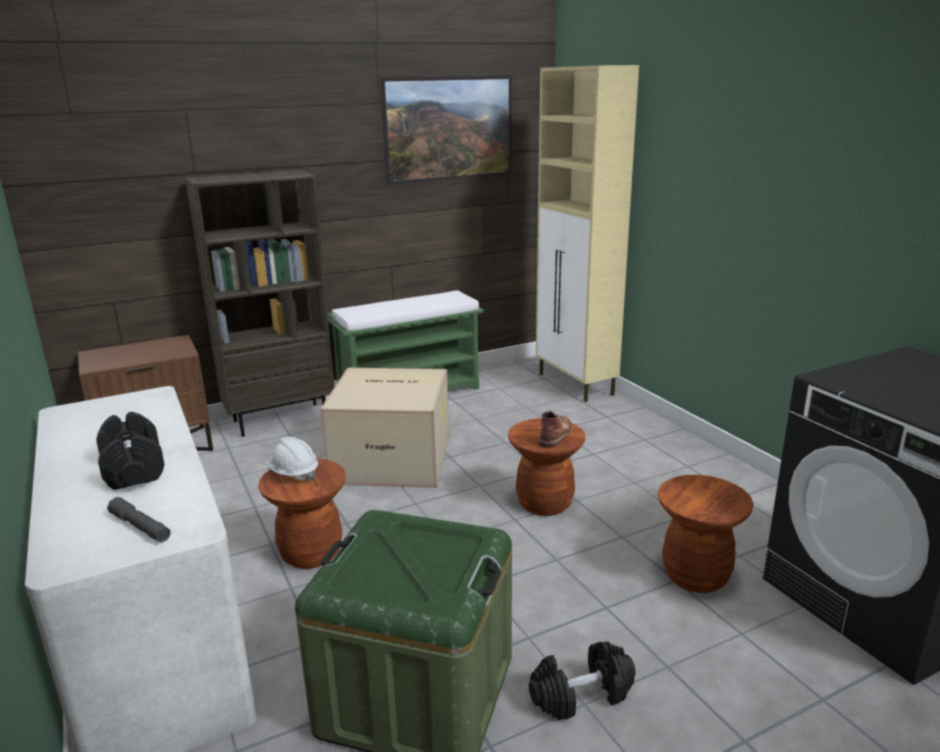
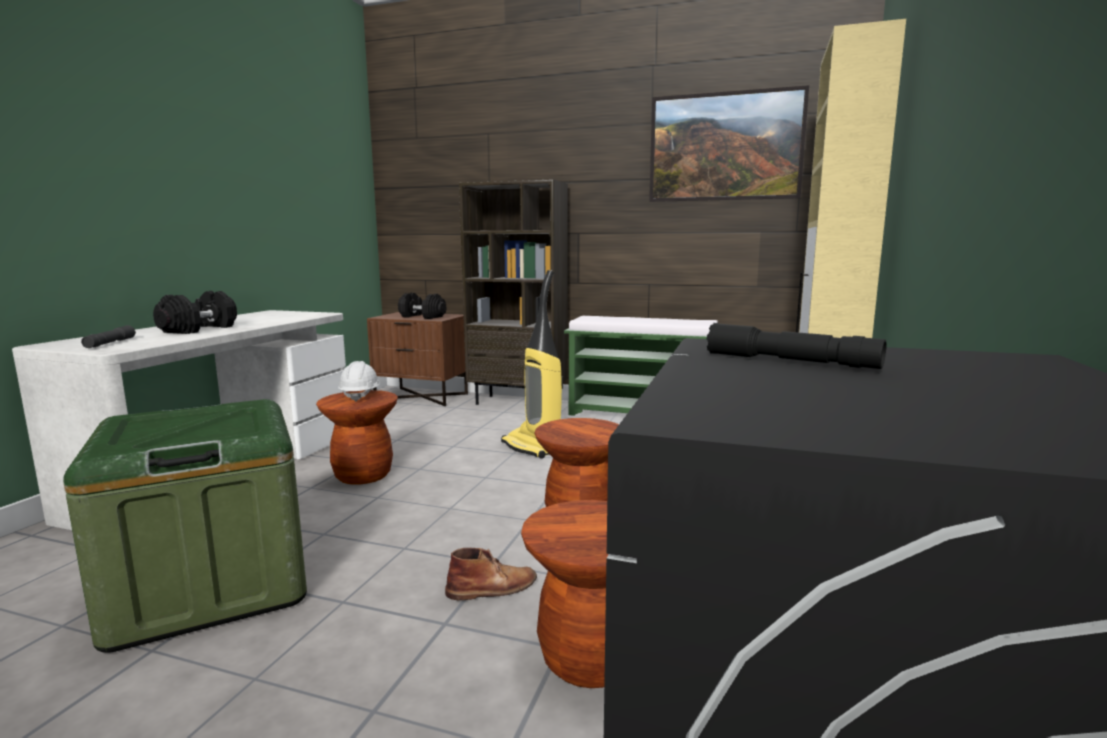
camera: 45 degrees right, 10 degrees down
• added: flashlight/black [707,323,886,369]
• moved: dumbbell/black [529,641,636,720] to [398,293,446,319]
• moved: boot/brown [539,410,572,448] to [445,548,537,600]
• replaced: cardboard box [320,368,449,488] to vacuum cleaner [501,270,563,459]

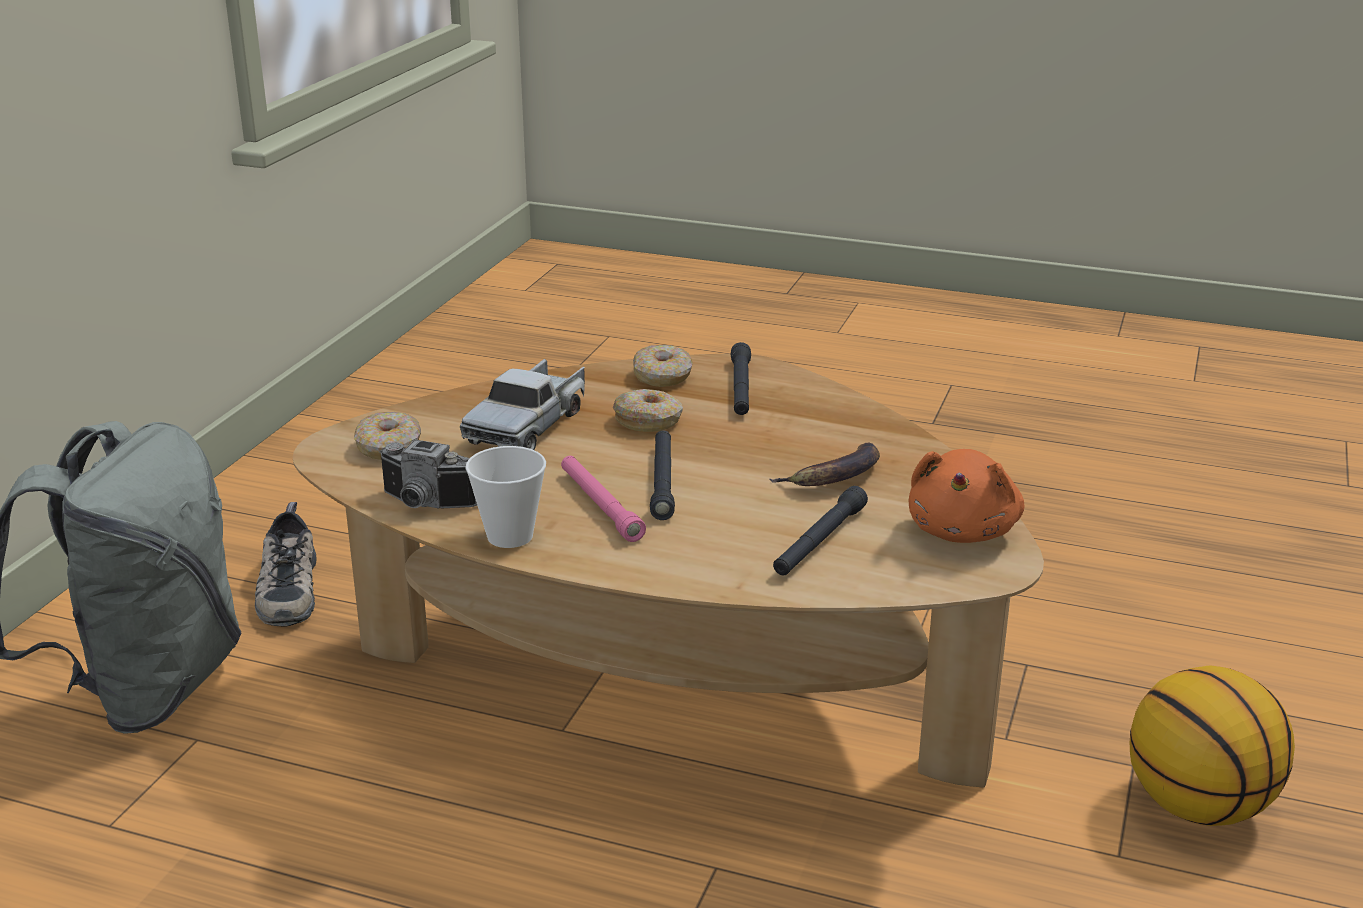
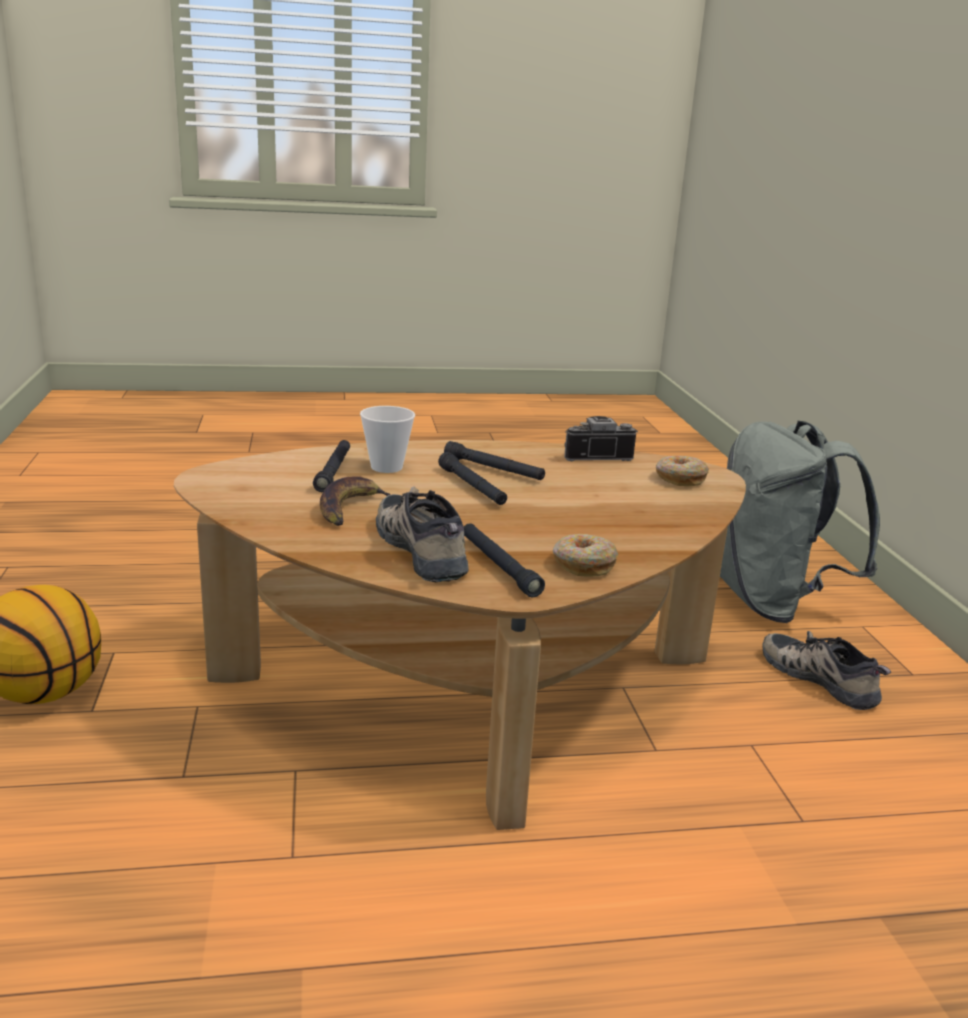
camera: 150 degrees right, 5 degrees down
• removed: toy truck [460,359,585,450]
• removed: donut [613,389,683,432]
• removed: plush toy/orange [909,449,1024,543]
• added: shoe [376,486,469,582]
• moved: cup [465,446,546,548] to [360,406,415,473]
• recoloured: flashlight/pink [561,456,646,542] to flashlight/black [444,441,545,480]

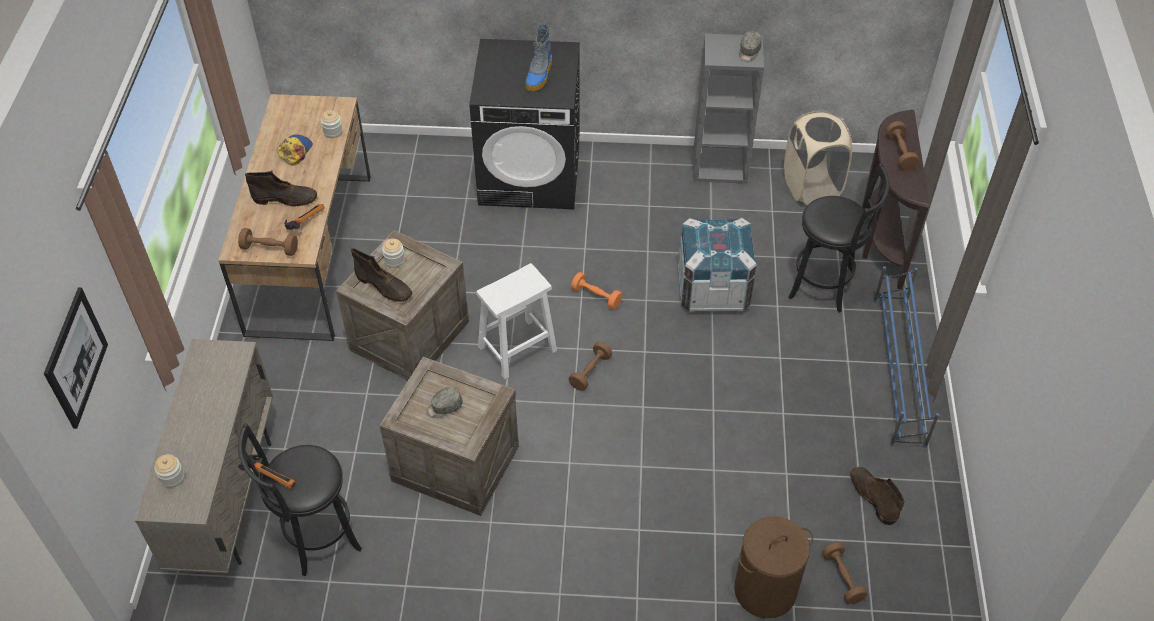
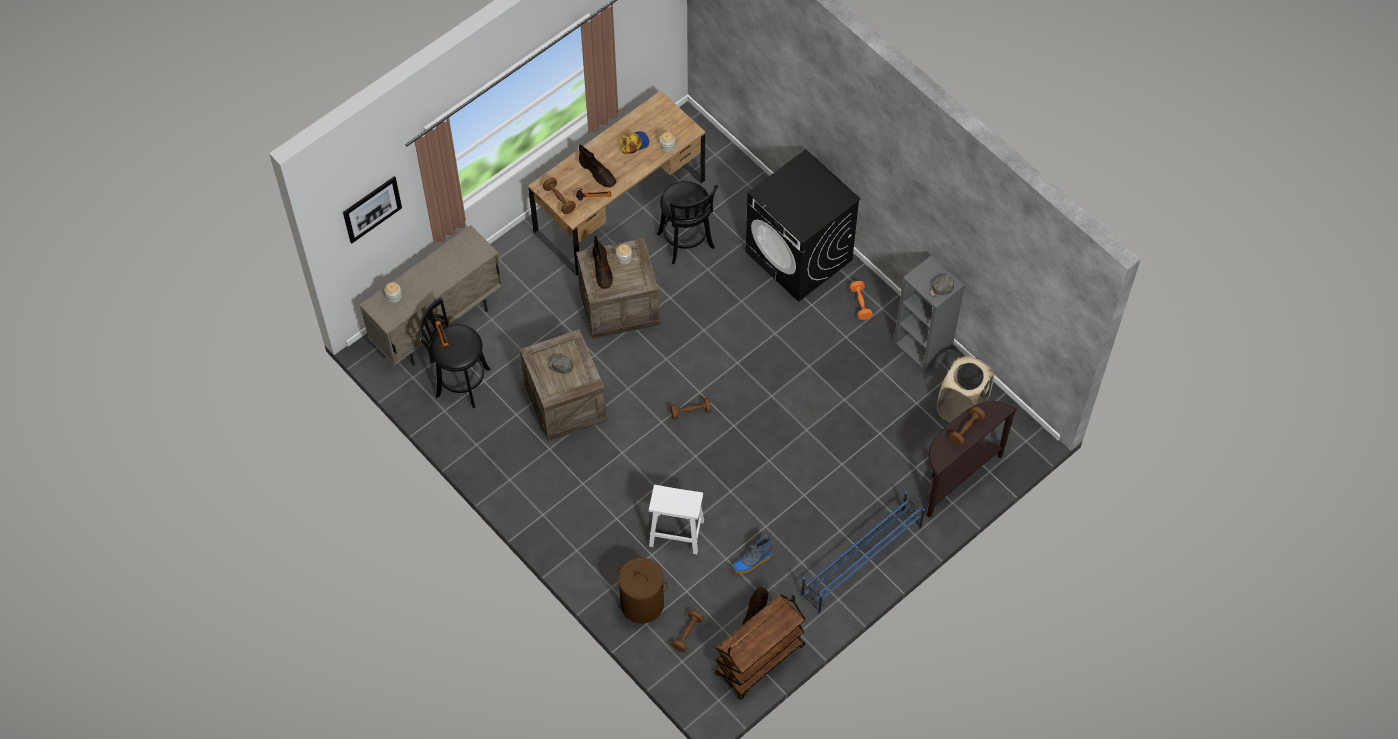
camera: 45 degrees right, 10 degrees up
• removed: crate [678,218,757,312]
• added: cart/brown [715,594,806,700]
• moved: stool/white [476,263,557,379] to [649,485,704,554]
• moved: boot [526,24,552,92] to [732,534,773,574]
• moved: dumbbell/orange [571,272,622,310] to [850,281,873,320]
• moved: stool/black [788,163,890,313] to [657,181,718,264]

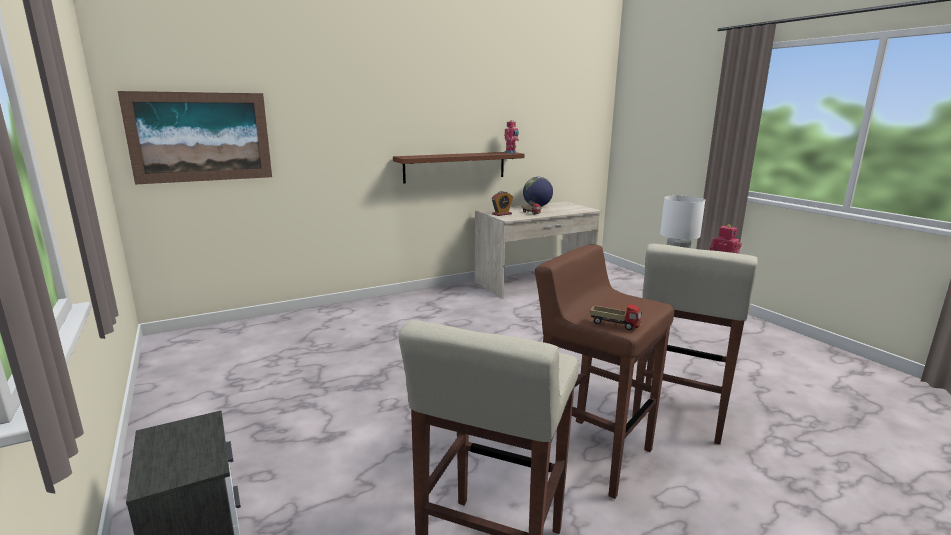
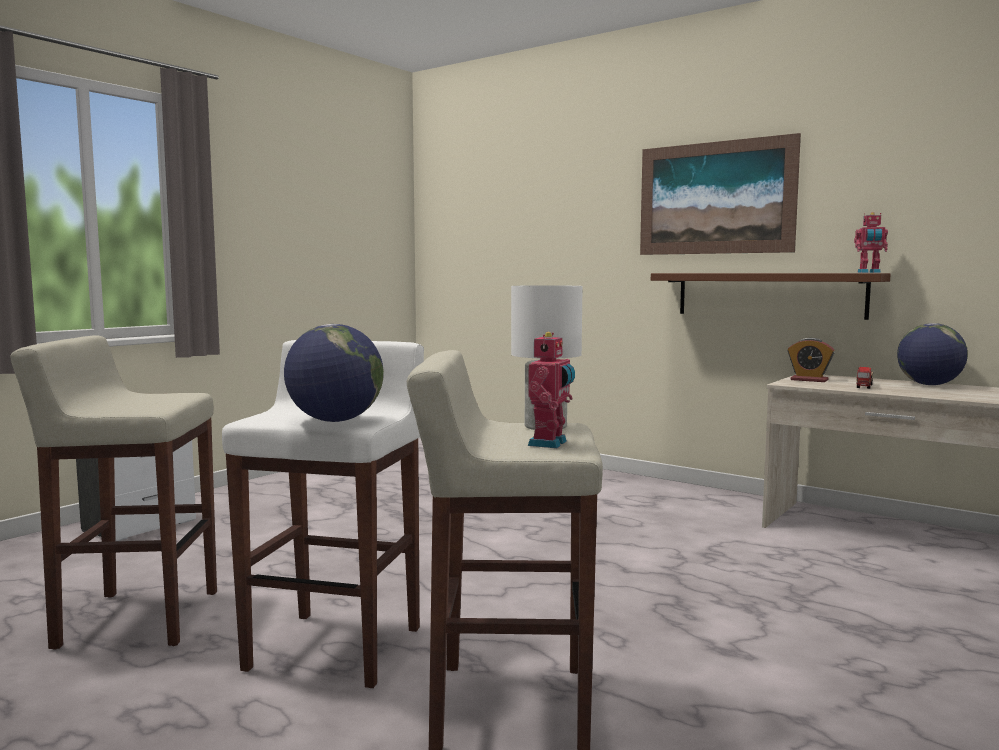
camera: 65 degrees right, 10 degrees down
• removed: toy truck [590,304,642,330]
• added: globe [284,324,384,422]
• moved: picture [118,91,272,185] to [640,133,801,255]
• recoloured: stool/brown [535,245,674,499] to stool/white [222,340,424,688]

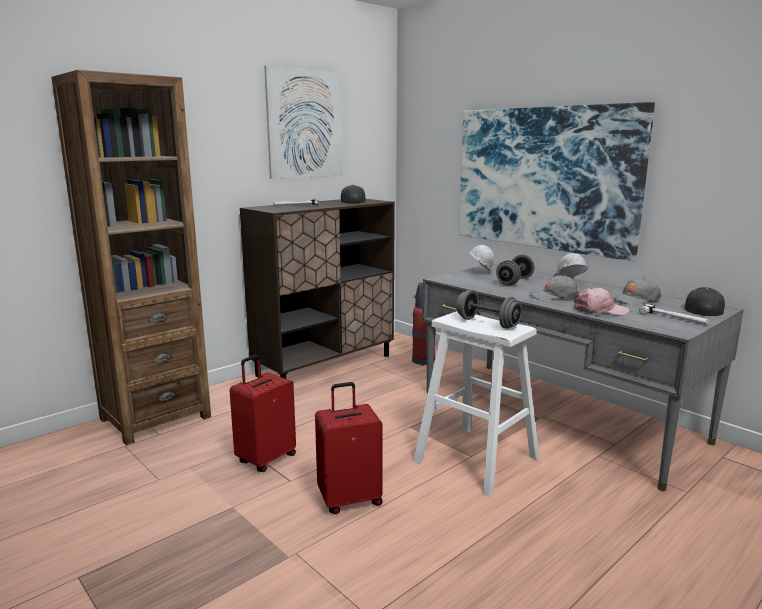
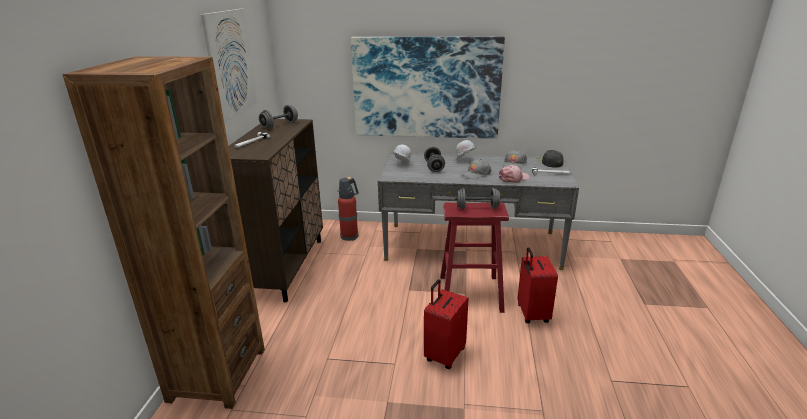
camera: 40 degrees left, 10 degrees up
• moved: suitcase/red [230,355,296,472] to [518,247,558,323]
• replaced: cap/black [340,185,365,203] to dumbbell/grey [259,105,298,129]
• recoloured: stool/white [413,311,539,496] to stool/red [440,202,509,313]

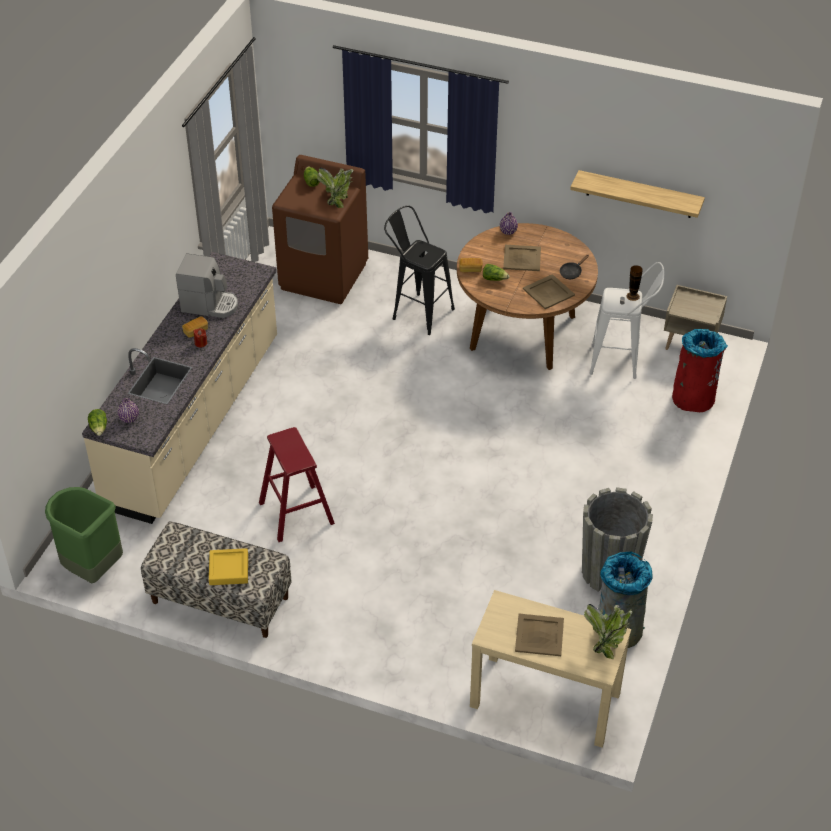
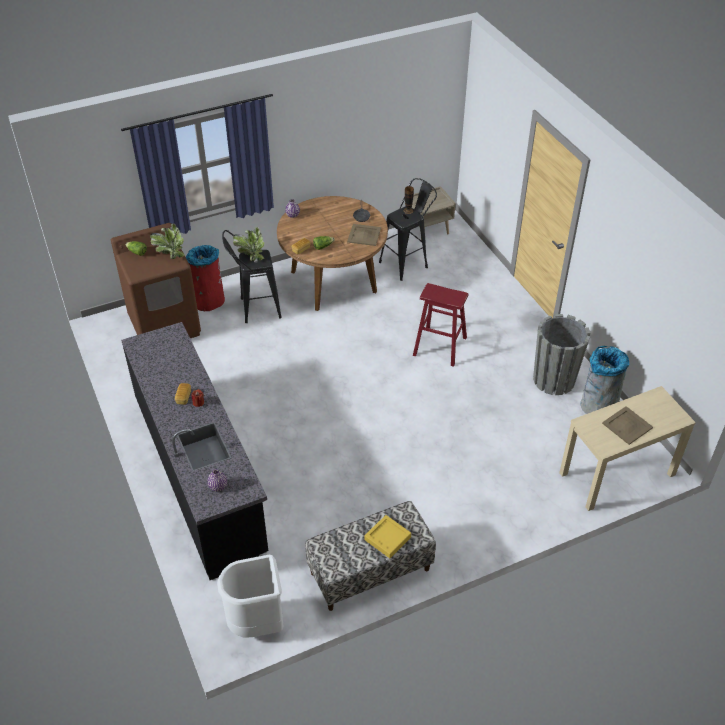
camera: 45 degrees left, 0 degrees up
• removed: lettuce [88,409,107,436]
• removed: coffee machine [176,253,238,318]
• removed: tray/beige [503,245,541,271]
• removed: shelf [570,170,705,218]
• moved: stool/red [259,427,335,542] to [413,283,468,367]
• moved: potted plant [584,604,632,659] to [233,227,264,261]
• moved: trash can/red [672,329,728,412] to [186,245,225,311]
• recoloured: trash can/green [45,487,123,583] to trash can/white [217,555,284,638]
• recoloured: counter/beige [82,252,277,524] to counter/black [121,322,268,580]
• recoloured: stool/white [590,262,664,379] to stool/black [379,178,437,281]

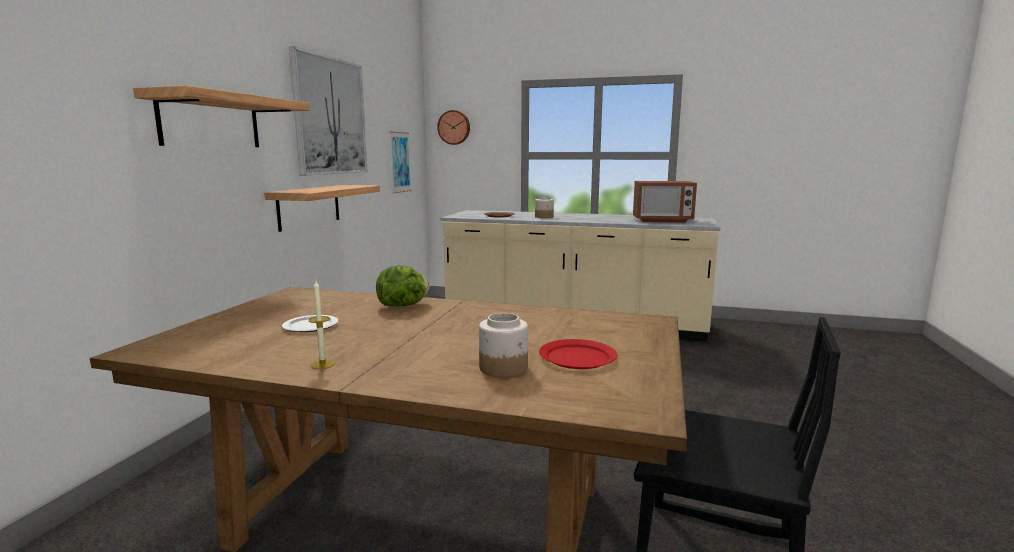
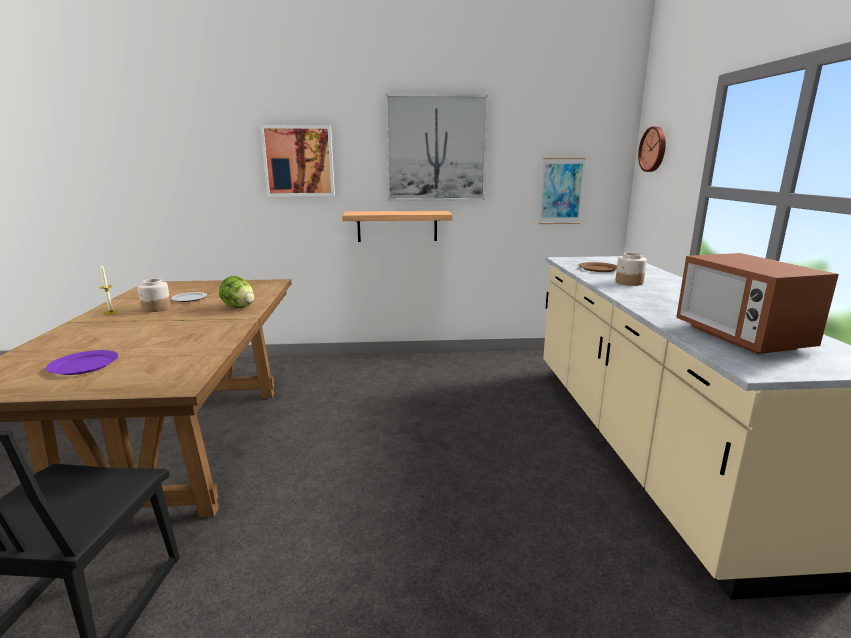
camera: 70 degrees right, 5 degrees up
• moved: jar [479,313,528,377] to [138,279,171,312]
• replaced: shelf [133,86,310,147] to picture [260,125,335,197]
• recoloured: plate/red [539,339,617,369] to plate/purple [46,350,118,375]

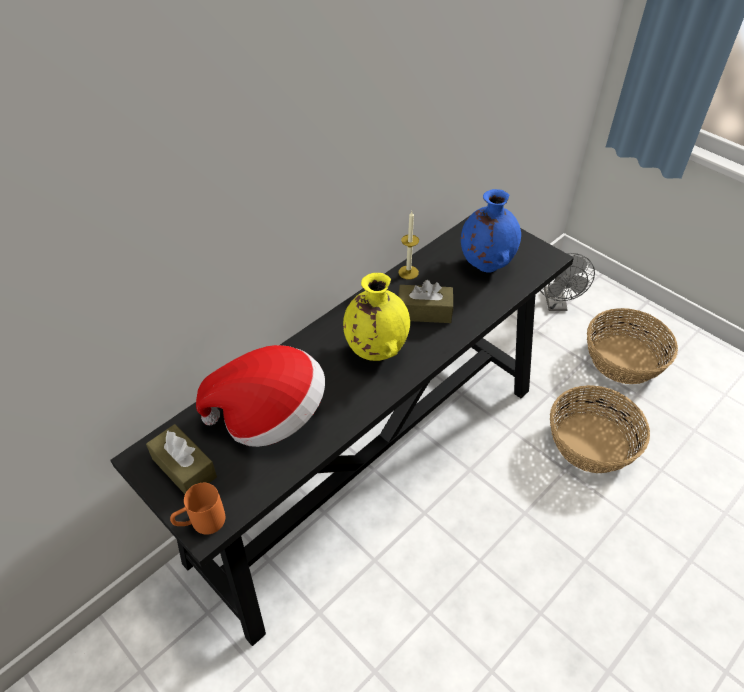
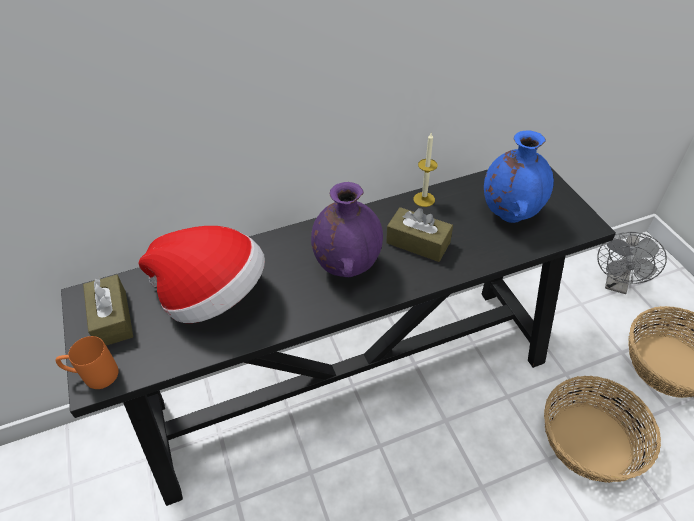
camera: 25 degrees right, 0 degrees up
• recoloured: vase/yellow [343,273,410,361] to vase/purple [311,182,383,277]

